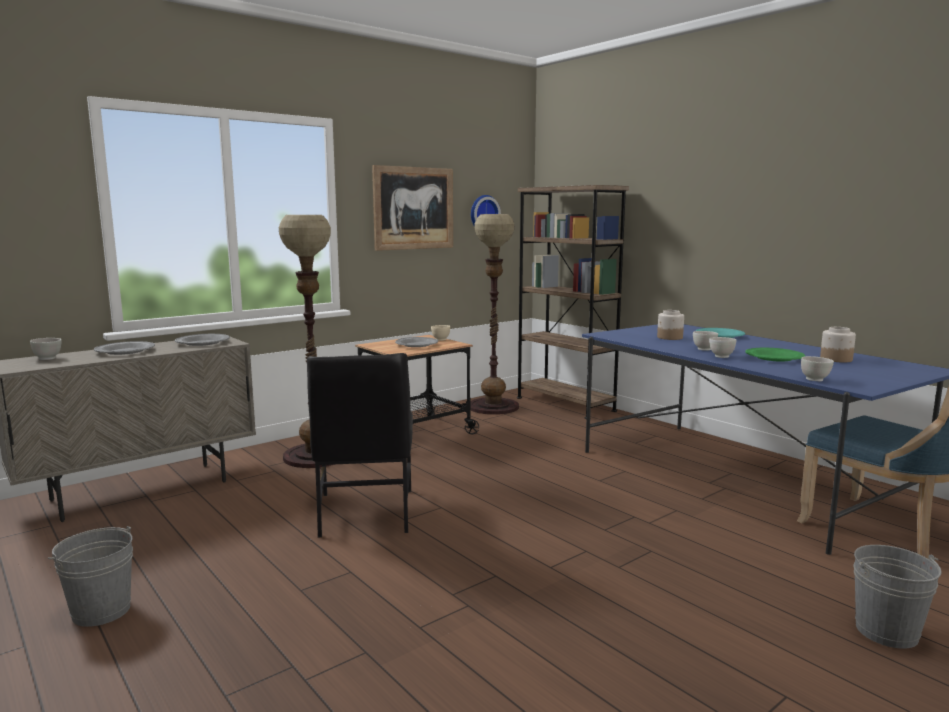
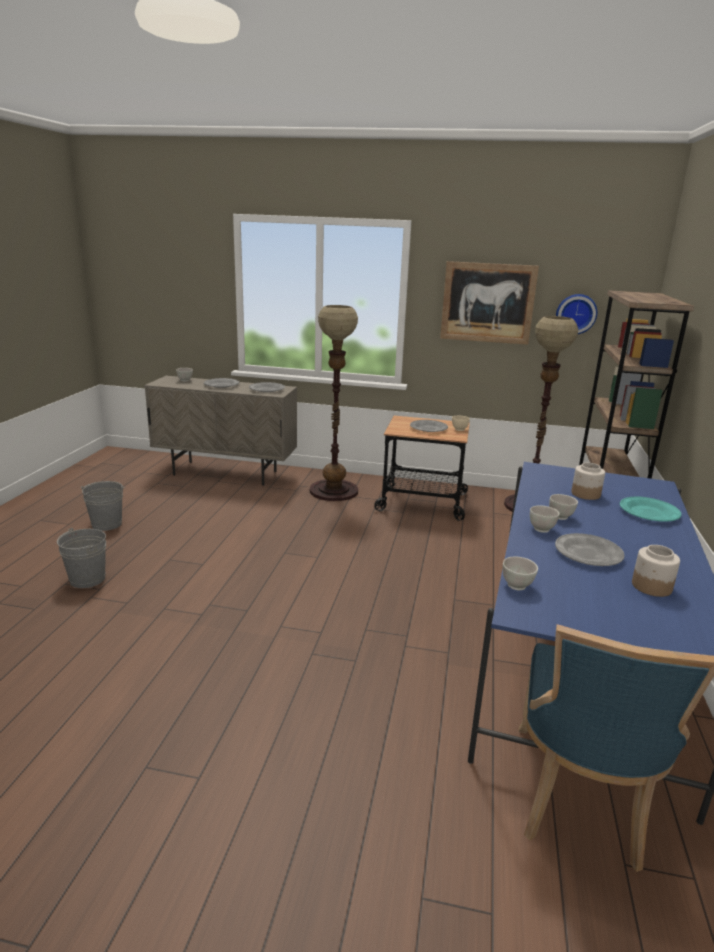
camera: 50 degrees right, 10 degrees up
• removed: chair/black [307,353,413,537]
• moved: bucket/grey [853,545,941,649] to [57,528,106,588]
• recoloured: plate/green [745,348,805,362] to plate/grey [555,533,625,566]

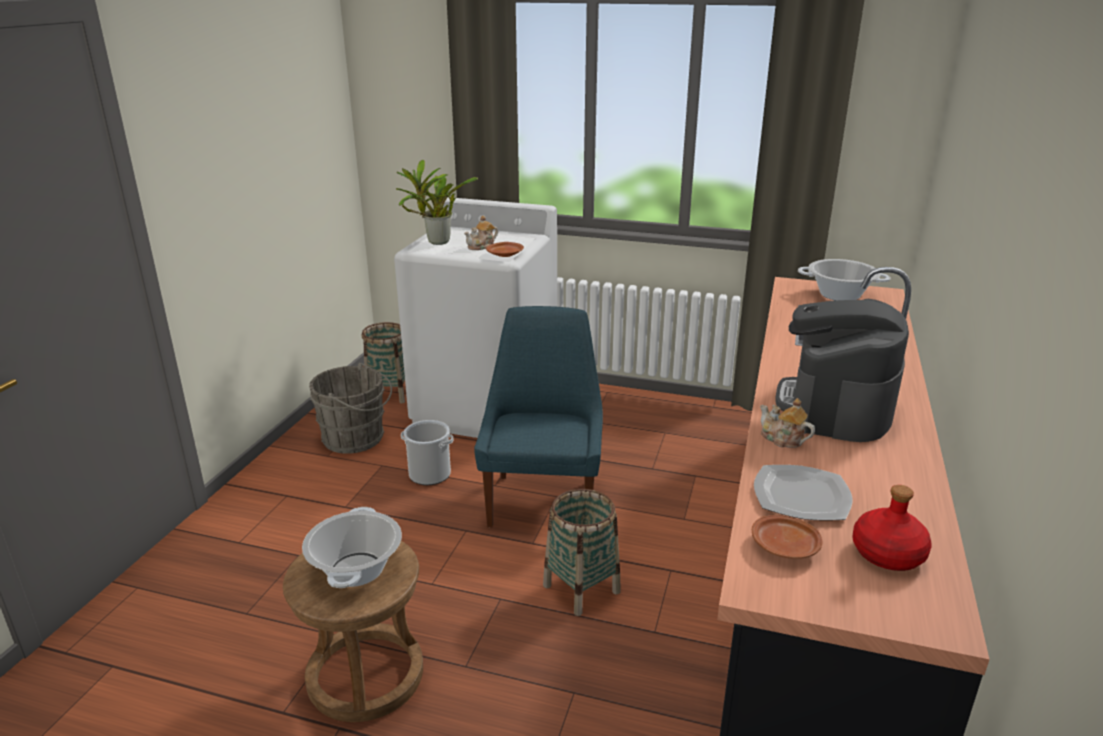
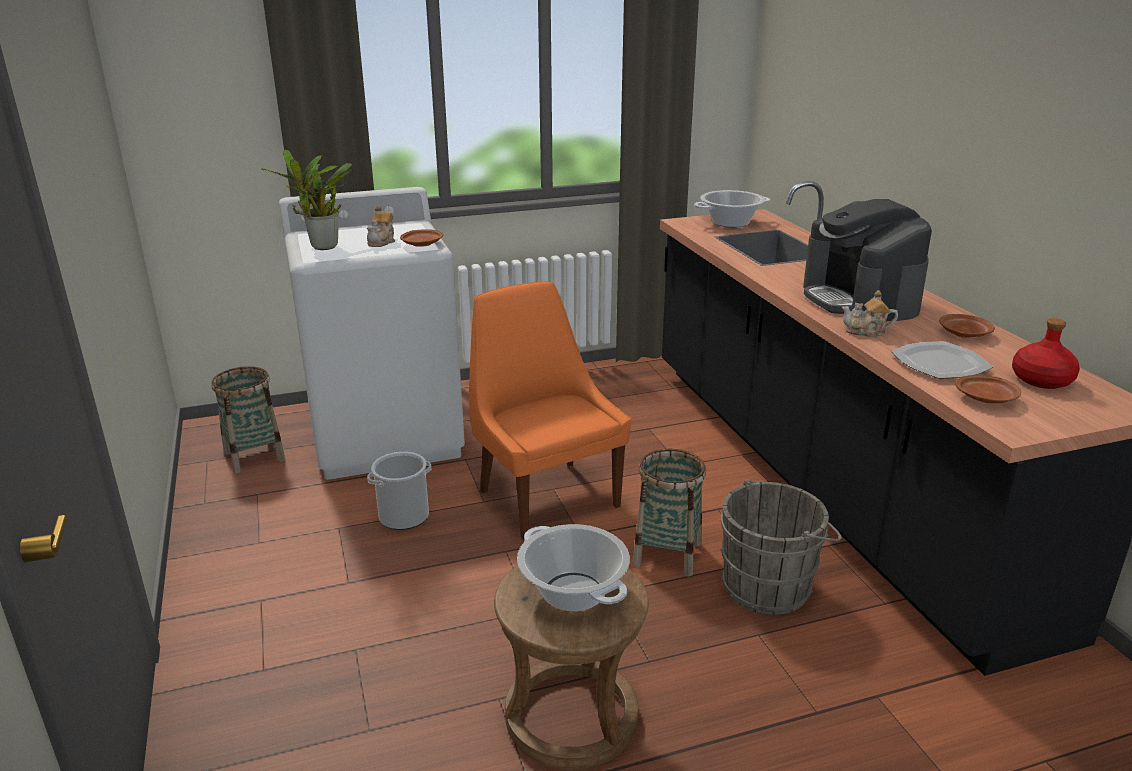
camera: 35 degrees left, 0 degrees up
• added: plate/brown [939,314,995,338]
• moved: bucket/grey [309,363,392,454] to [719,479,842,615]
• recoloured: chair/blue [474,306,603,527] to chair/orange [469,281,631,540]

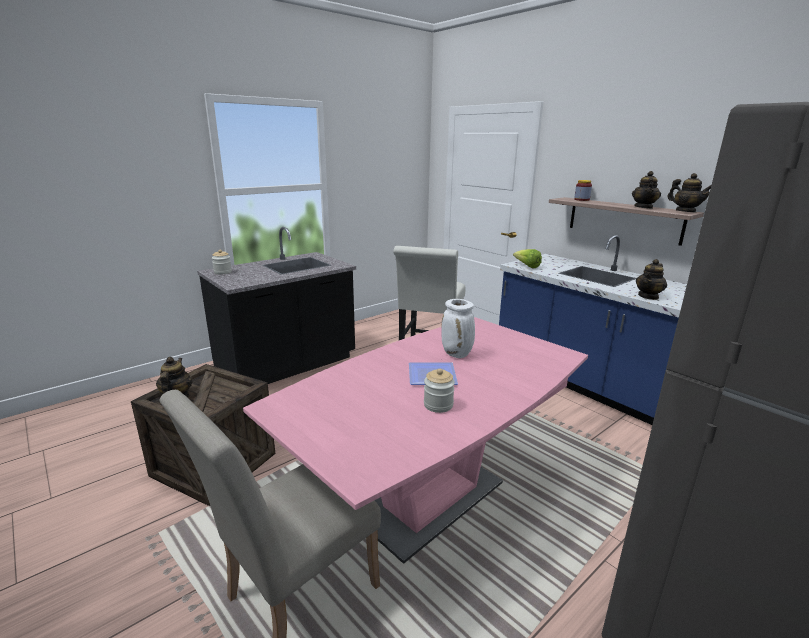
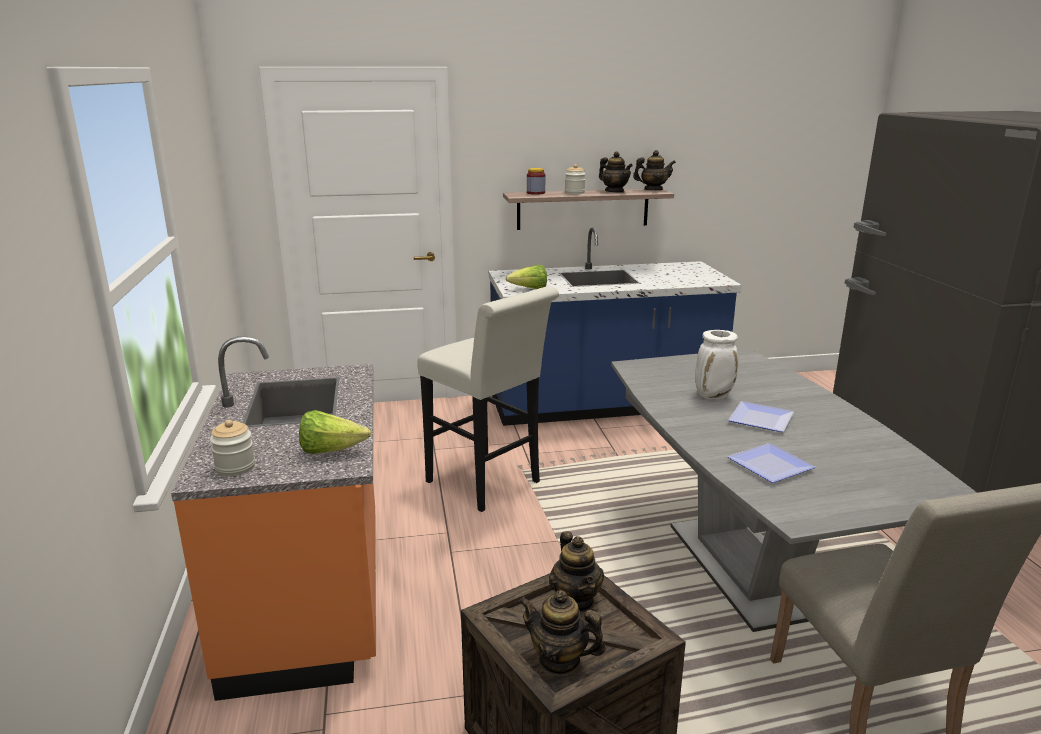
camera: 60 degrees left, 0 degrees up
• added: lettuce [299,410,371,454]
• added: plate [727,443,816,483]
• moved: jar [424,369,455,413] to [565,164,586,194]
• moved: teapot [636,259,667,300] to [549,531,604,612]
• recoloured: counter/black [197,227,356,384] to counter/orange [171,336,376,701]
• recoloured: dining table/pink [243,317,588,564] to dining table/grey [611,349,977,632]

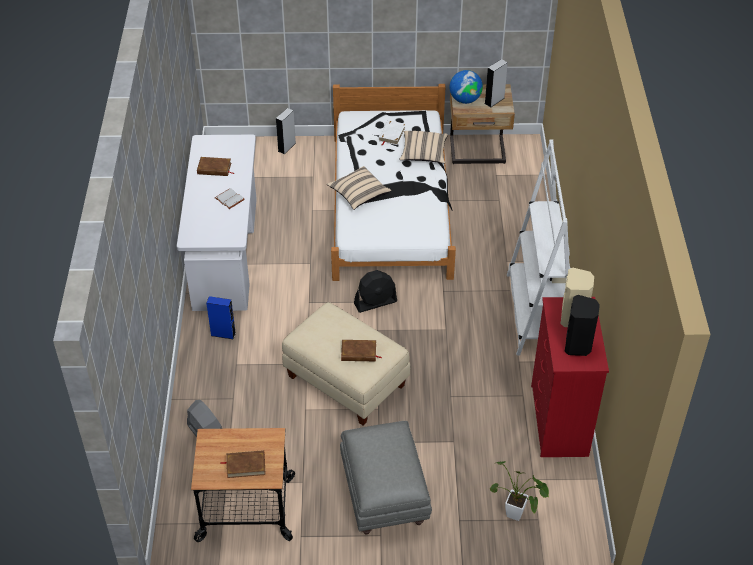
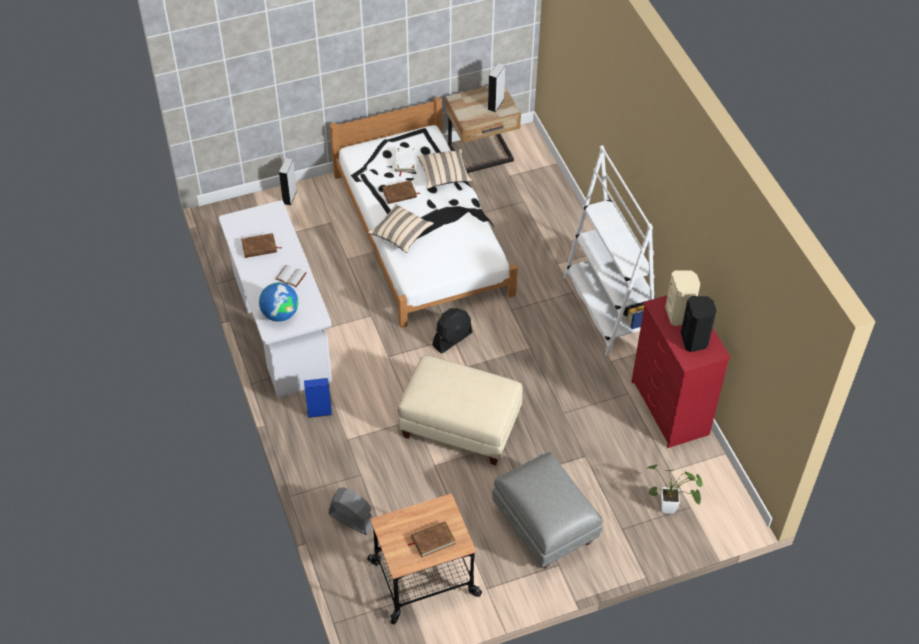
camera: 20 degrees left, 5 degrees up
• moved: book/brown [341,340,382,361] to [382,180,420,204]
• moved: globe [450,70,483,104] to [259,283,298,322]

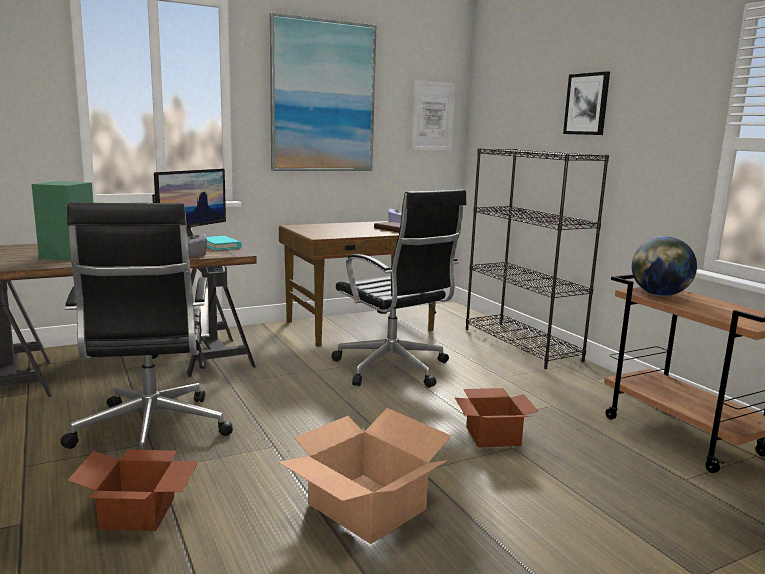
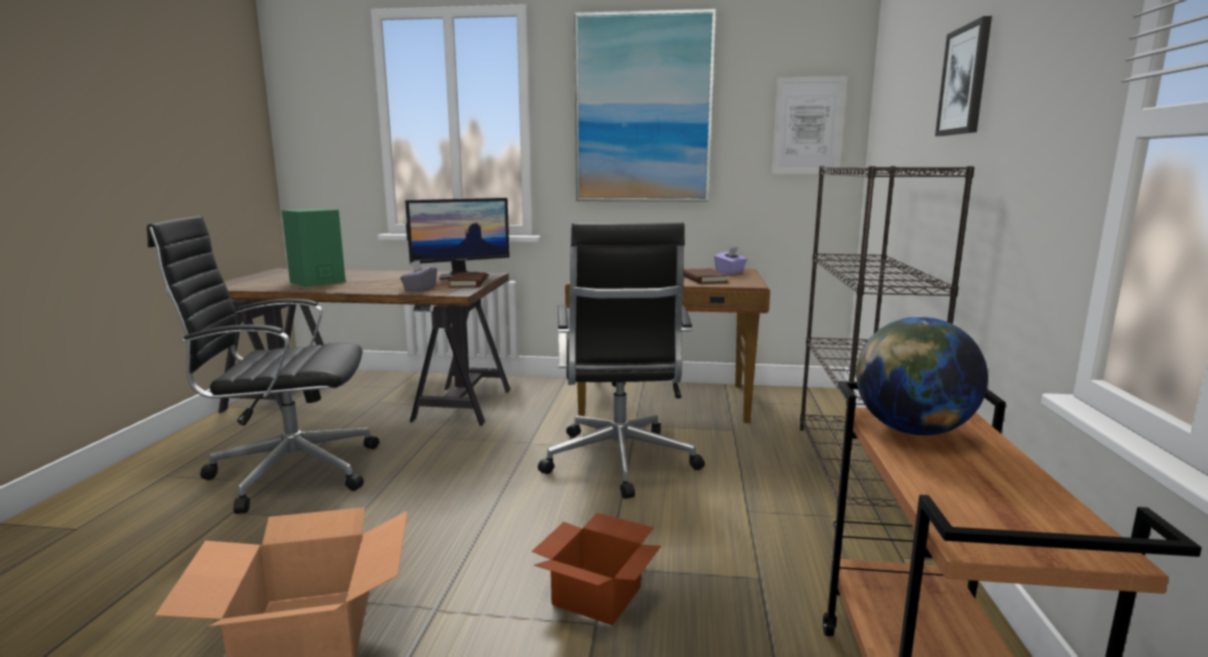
camera: 35 degrees right, 0 degrees up
• removed: cardboard box [67,449,199,531]
• recoloured: book/turquoise [207,236,242,250] to book/brown [448,272,487,287]
• turned: office chair/black [60,202,233,450] = [147,216,379,514] 60 degrees clockwise

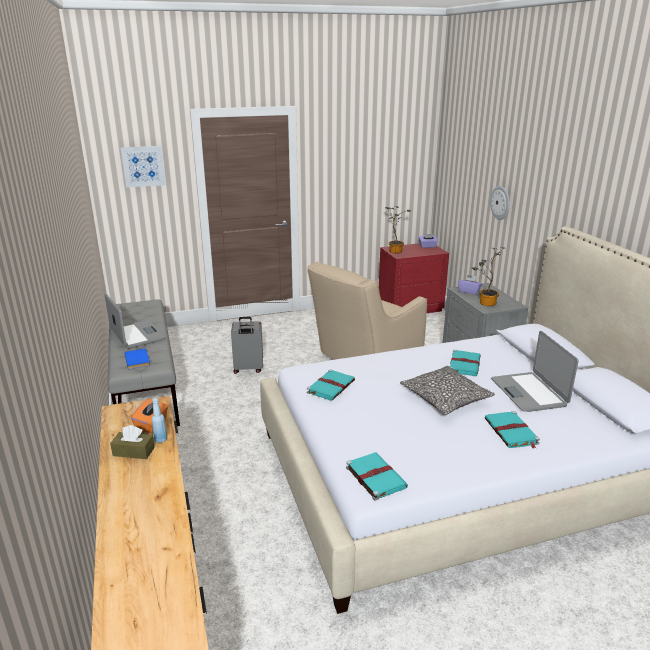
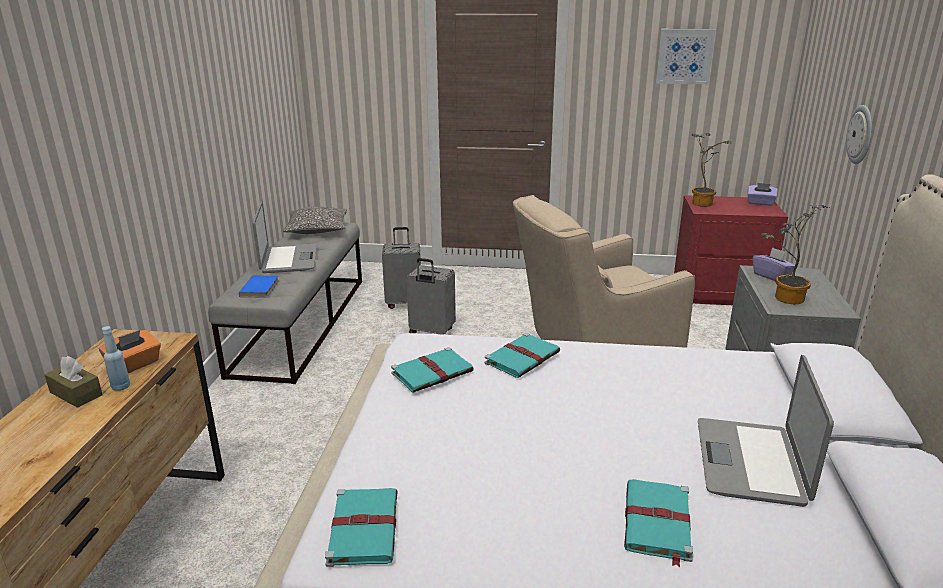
camera: 25 degrees right, 0 degrees up
• added: suitcase/grey [382,227,421,309]
• moved: picture [121,146,166,188] to [655,29,716,84]
• moved: pillow [400,366,495,415] to [283,207,347,234]
• moved: book/turquoise [450,350,481,376] to [484,333,560,378]

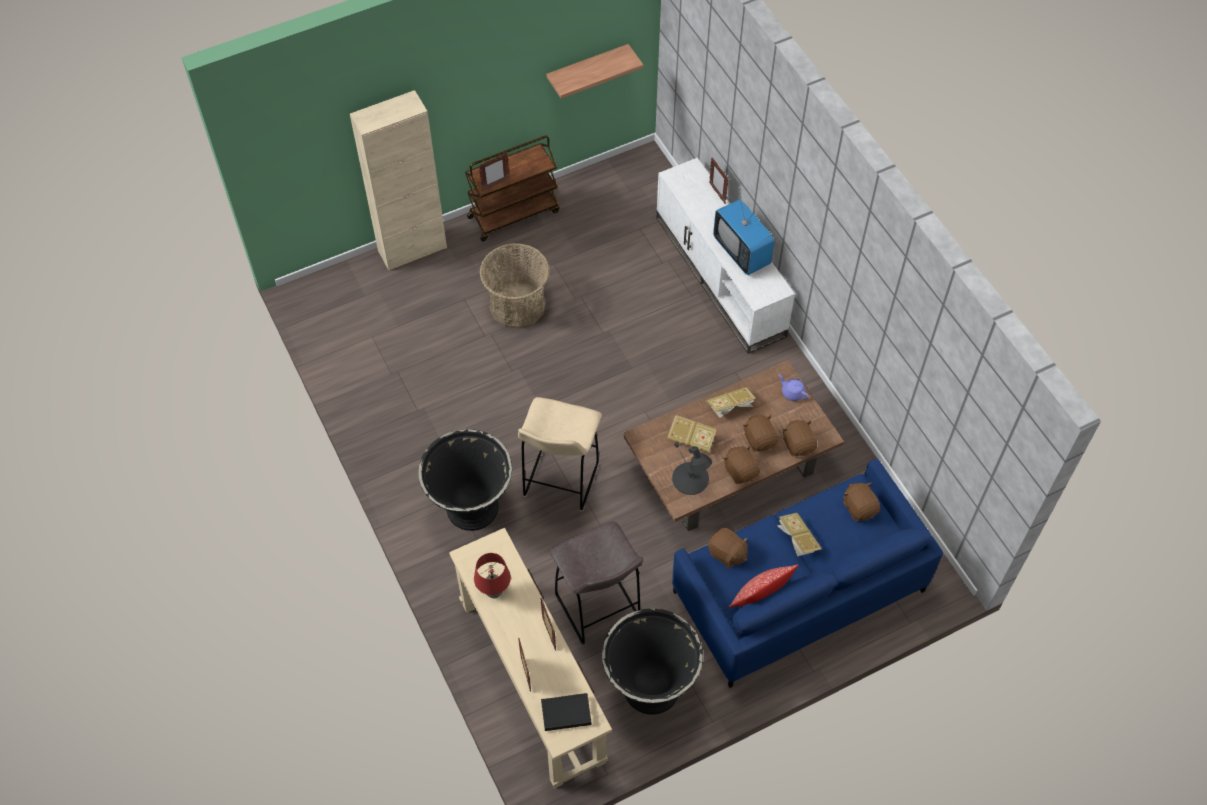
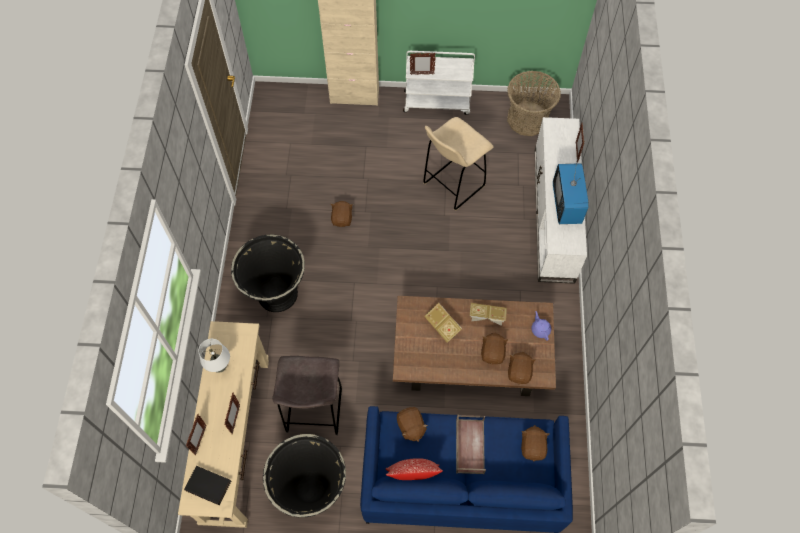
camera: 30 degrees right, 5 degrees up
• removed: shelf [546,44,643,99]
• removed: table lamp/black [672,442,712,495]
• moved: basket [479,244,550,329] to [507,71,561,136]
• moved: stool/beige [518,397,602,511] to [423,117,494,211]
• moved: plush toy/brown [723,445,760,484] to [331,201,353,227]
• replaced: book [777,513,822,556] to tray/brown [456,415,486,474]
• recoloured: cart/brown [465,135,560,241] to cart/white [403,51,475,115]
• recoloured: table lamp/red [474,553,511,598] to table lamp/white [199,339,230,373]

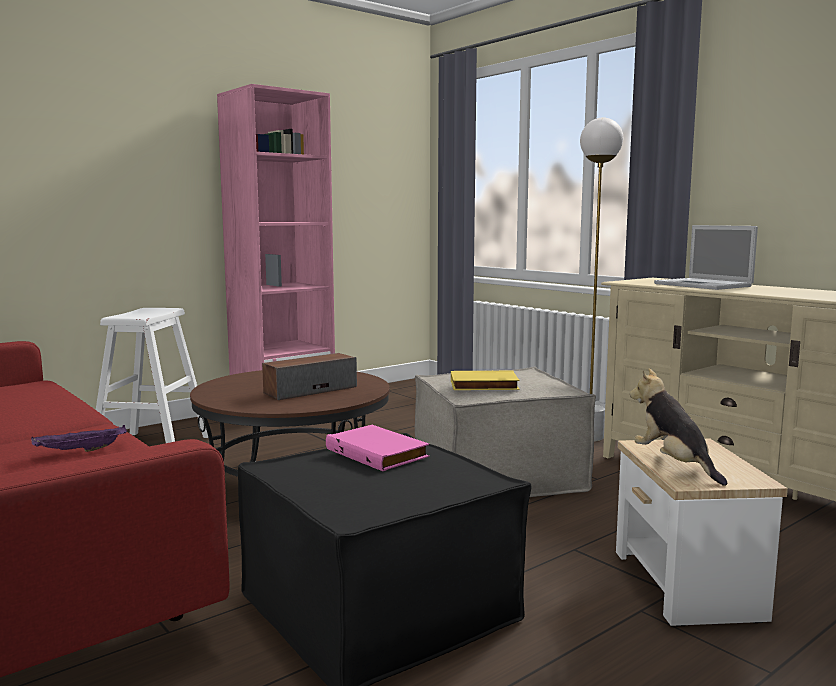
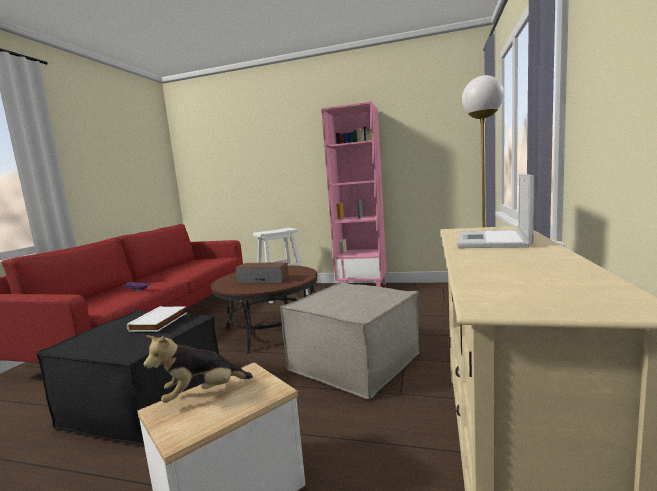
camera: 55 degrees right, 0 degrees up
• removed: book/yellow [451,371,520,390]
• recoloured: book/pink [326,425,429,471] to book/white [127,306,187,332]
• turned: plush toy [630,368,727,486] = [144,335,253,403] 150 degrees counterclockwise

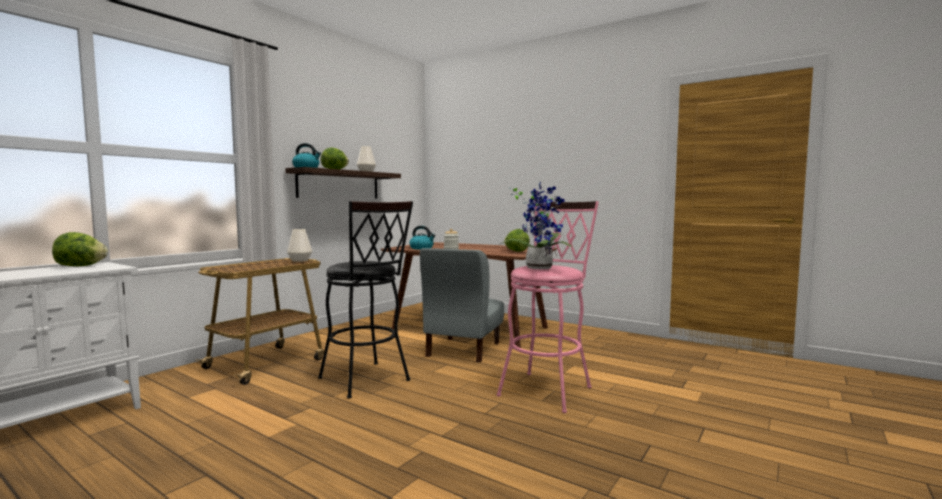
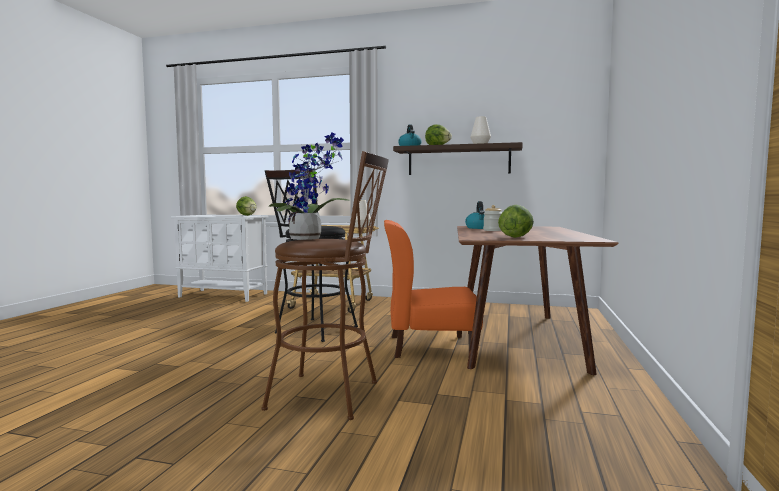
camera: 70 degrees right, 0 degrees up
• recoloured: chair/grey [420,248,504,363] to chair/orange [384,220,483,358]
• recoloured: stool/pink [497,201,599,413] to stool/brown [261,151,389,420]

